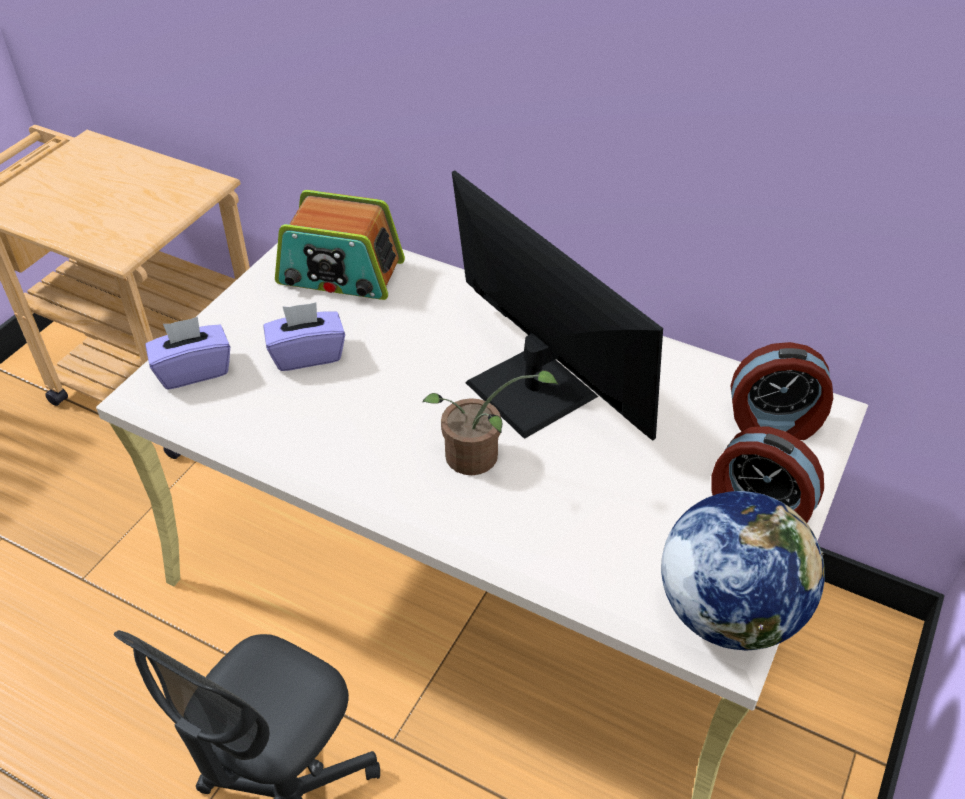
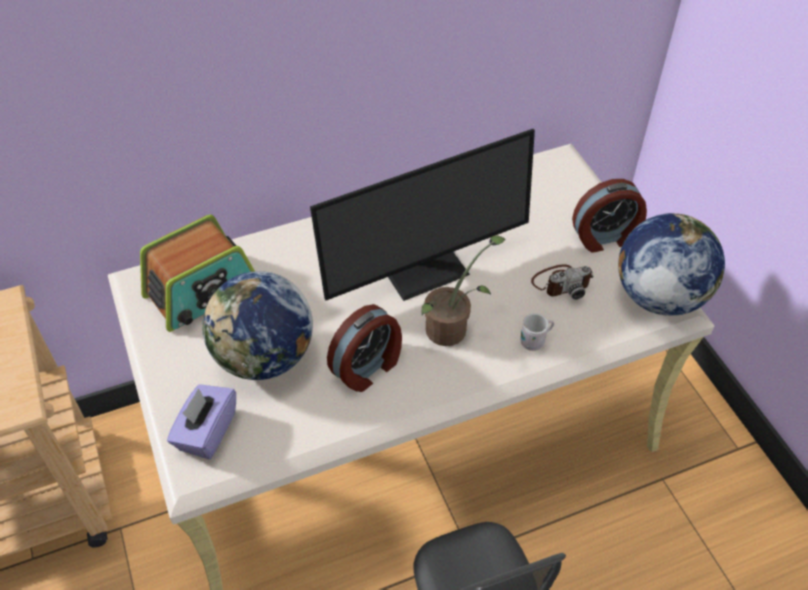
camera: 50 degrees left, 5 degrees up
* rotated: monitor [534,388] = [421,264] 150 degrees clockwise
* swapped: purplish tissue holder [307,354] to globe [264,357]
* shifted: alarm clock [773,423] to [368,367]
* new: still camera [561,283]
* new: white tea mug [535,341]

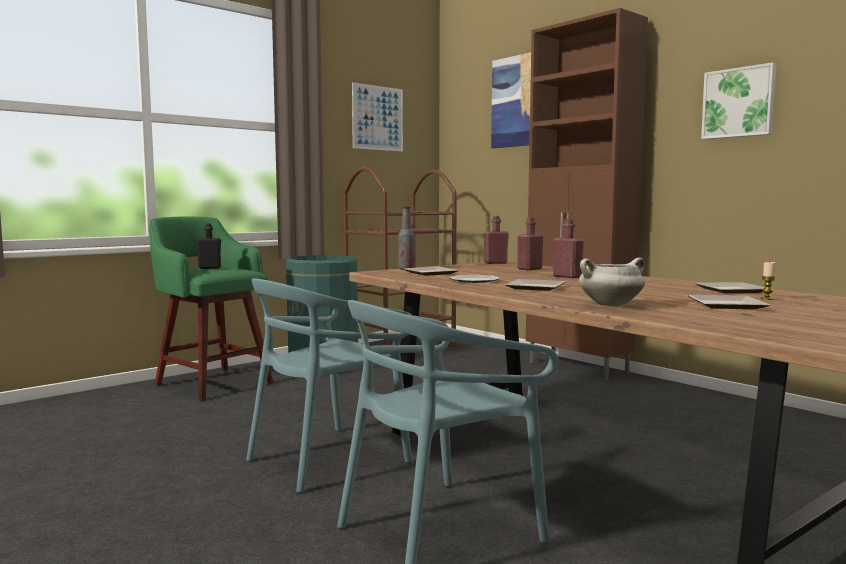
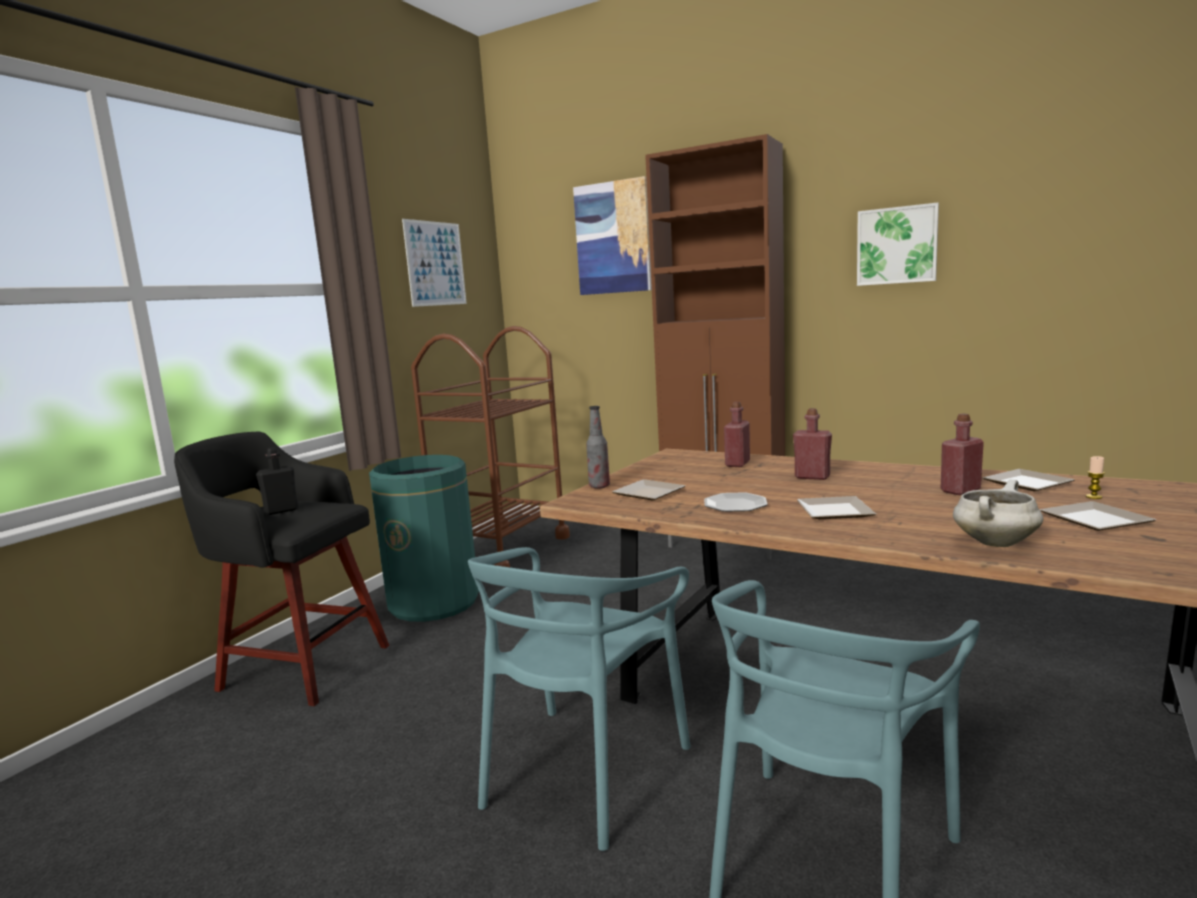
camera: 20 degrees left, 5 degrees up
* shifted: reddish bottle [495,263] to [960,490]
* repainted: green-coloured stool seat [212,383] to blackish stool seat [301,666]

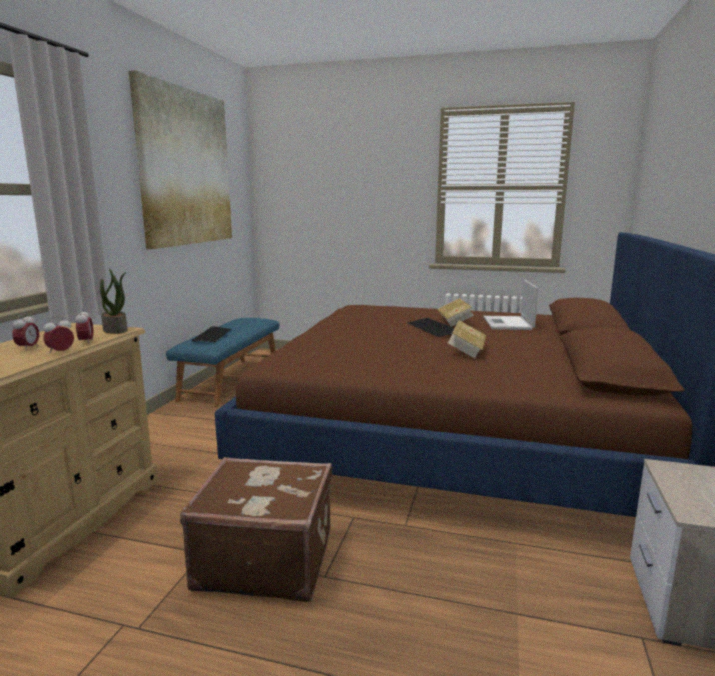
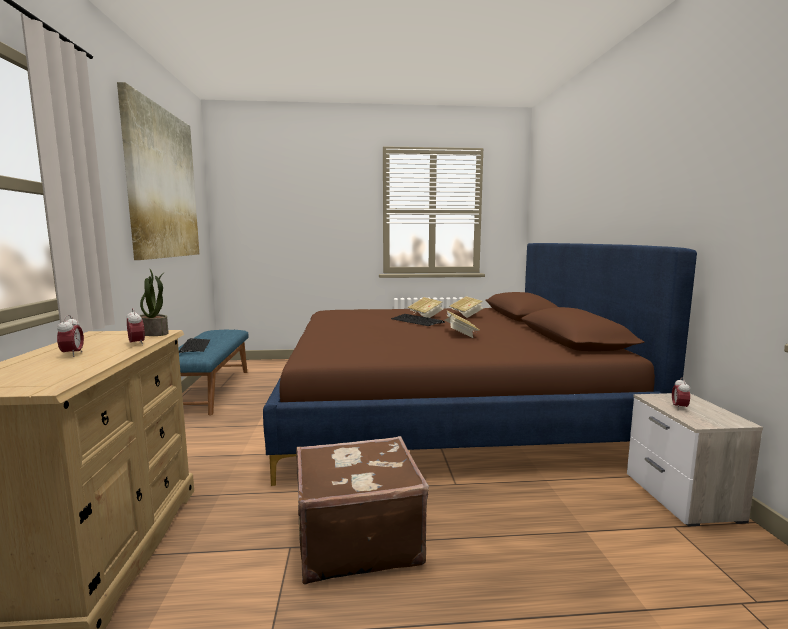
camera: 20 degrees left, 5 degrees down
* swapped: portable computer [508,324] to bound book [466,315]
* shifted: alarm clock [60,352] to [679,408]

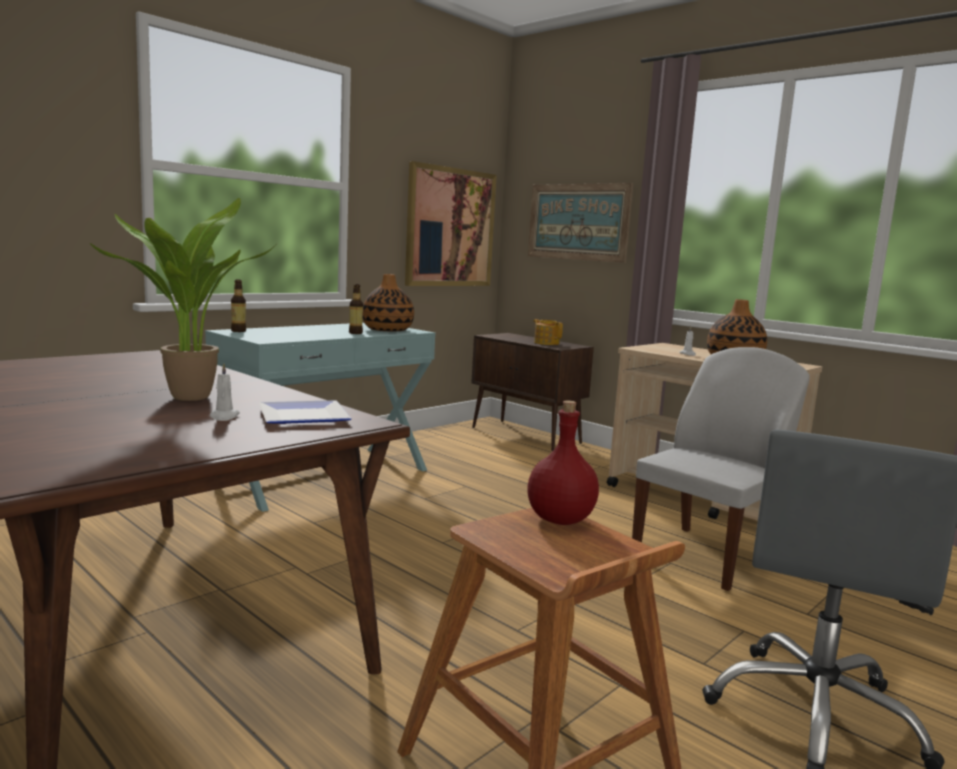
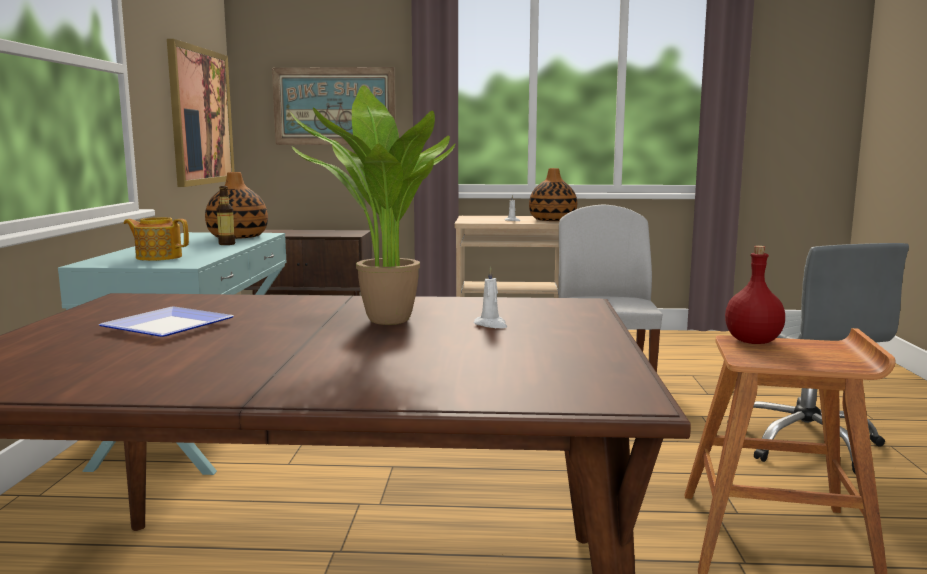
camera: 40 degrees left, 0 degrees up
* gone: bottle [238,331]
* shifted: teapot [546,343] to [158,257]
* shifted: plate [301,417] to [168,328]

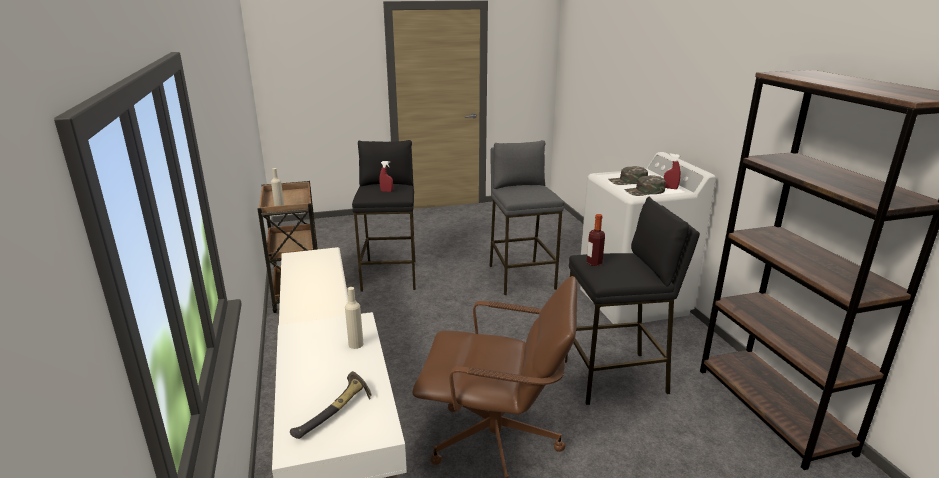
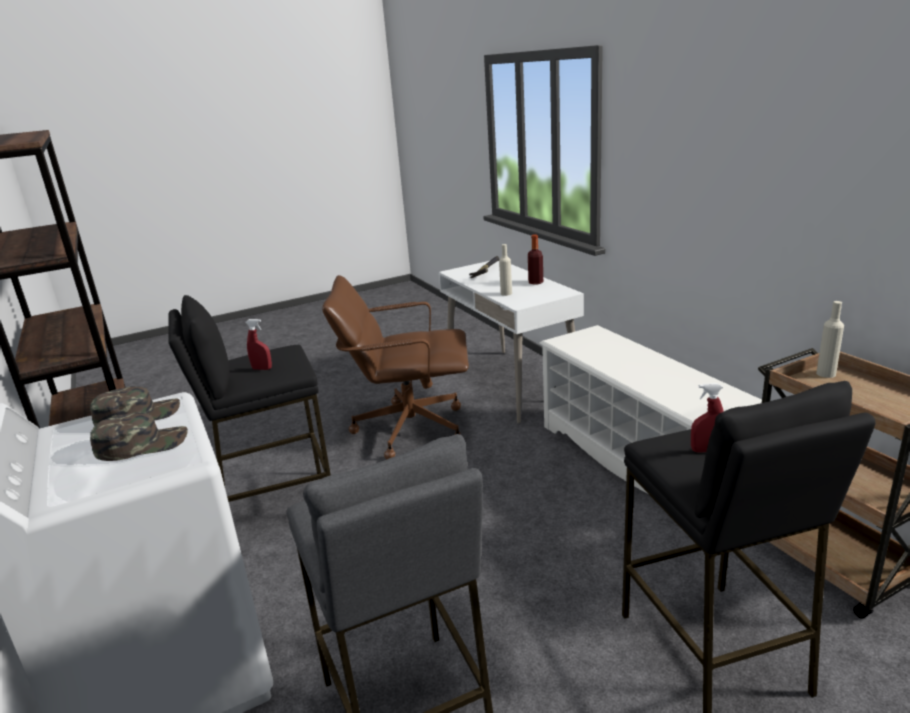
camera: 170 degrees right, 0 degrees up
* shifted: reddish spray bottle [670,188] to [262,369]
* shifted: bottle [594,263] to [535,282]

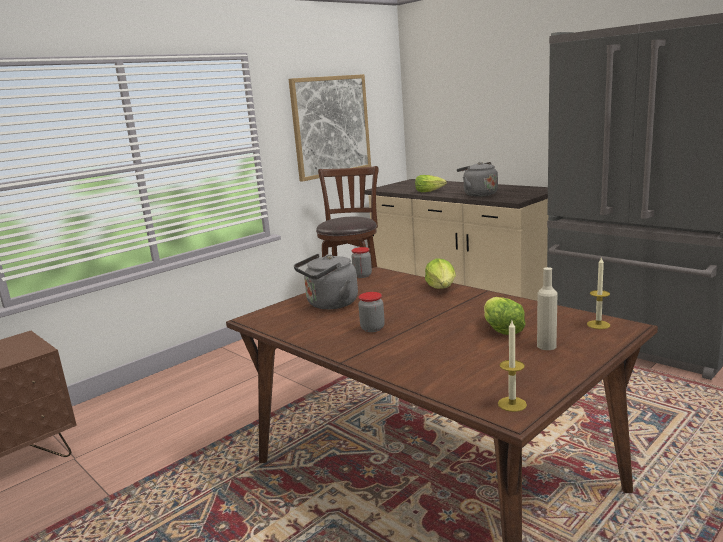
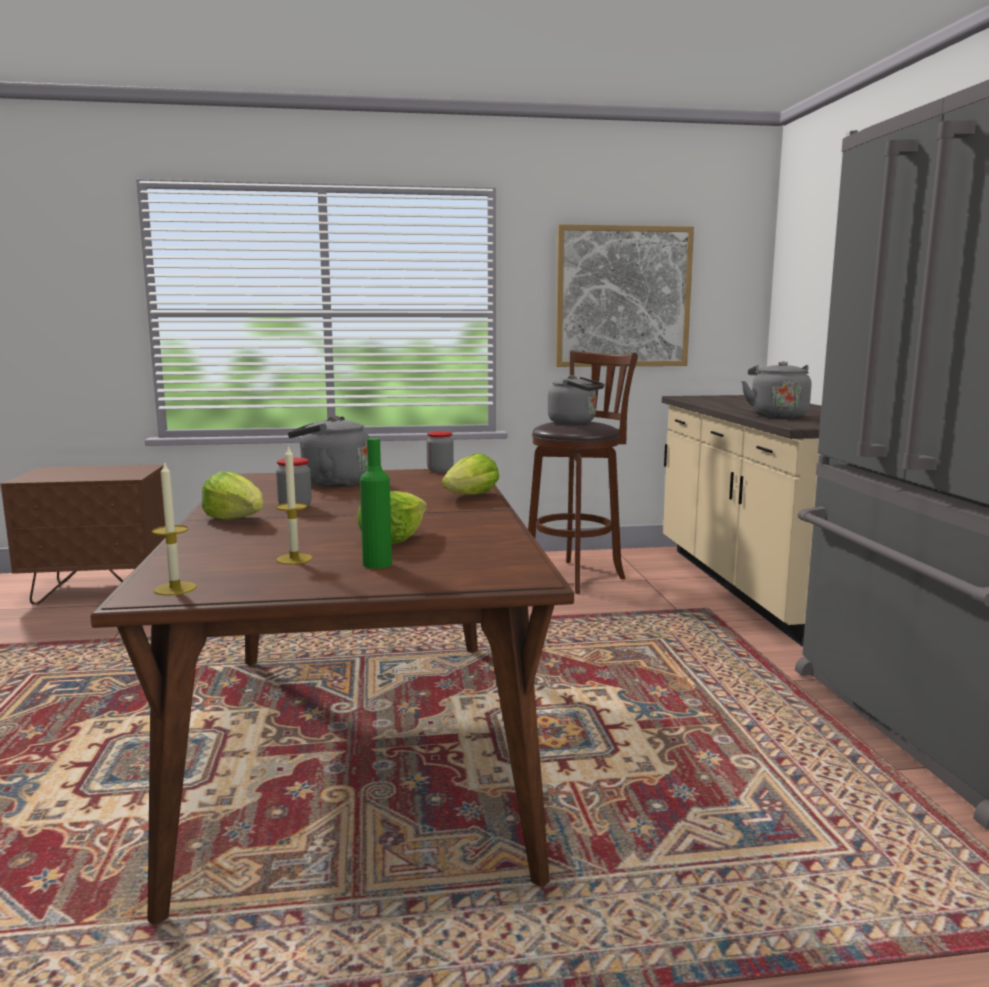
camera: 35 degrees right, 5 degrees down
* shifted: head of lettuce [429,191] to [237,519]
* shifted: candle [598,324] to [294,559]
* repainted: sand-coloured bottle [546,346] to green-coloured bottle [377,564]
* new: grey kettle [575,422]

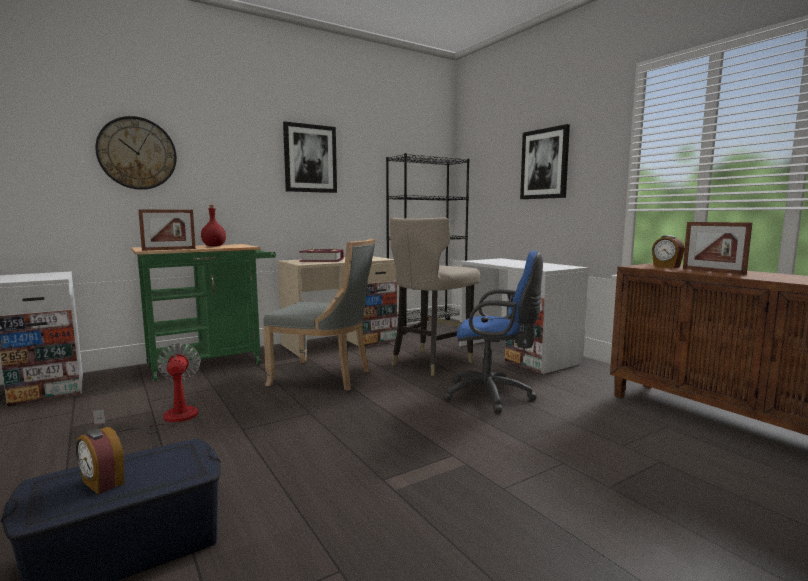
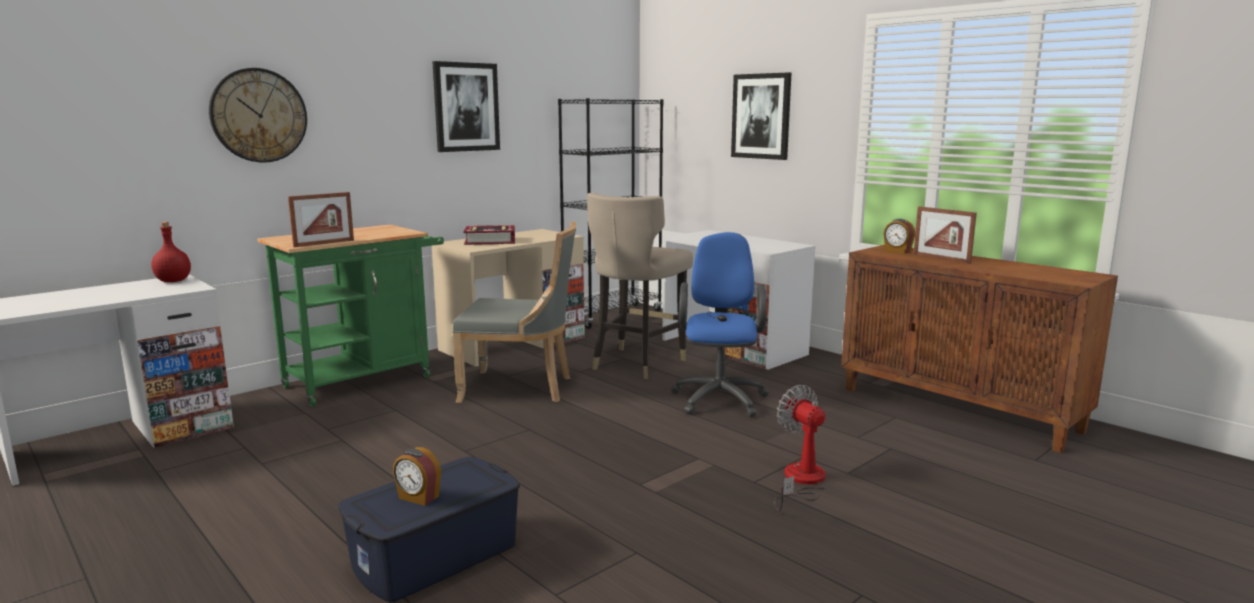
camera: 10 degrees left, 5 degrees up
* shifted: reddish bottle [213,246] to [172,281]
* rotated: blue-coloured computer chair [492,396] = [720,397] 90 degrees counterclockwise
* shifted: cooling fan [168,420] to [801,481]

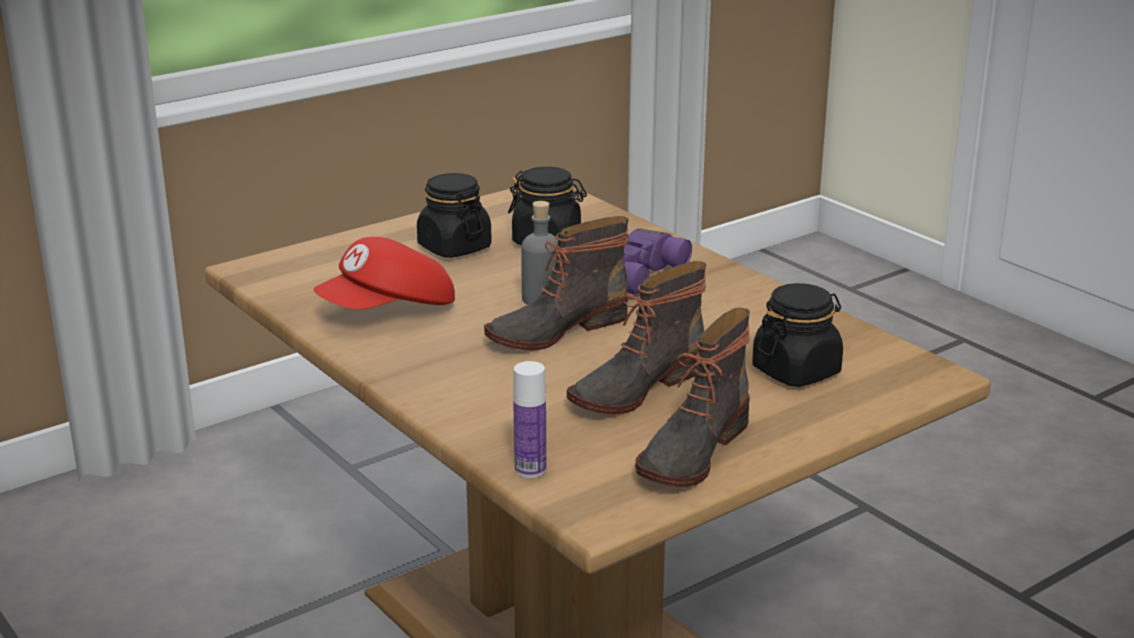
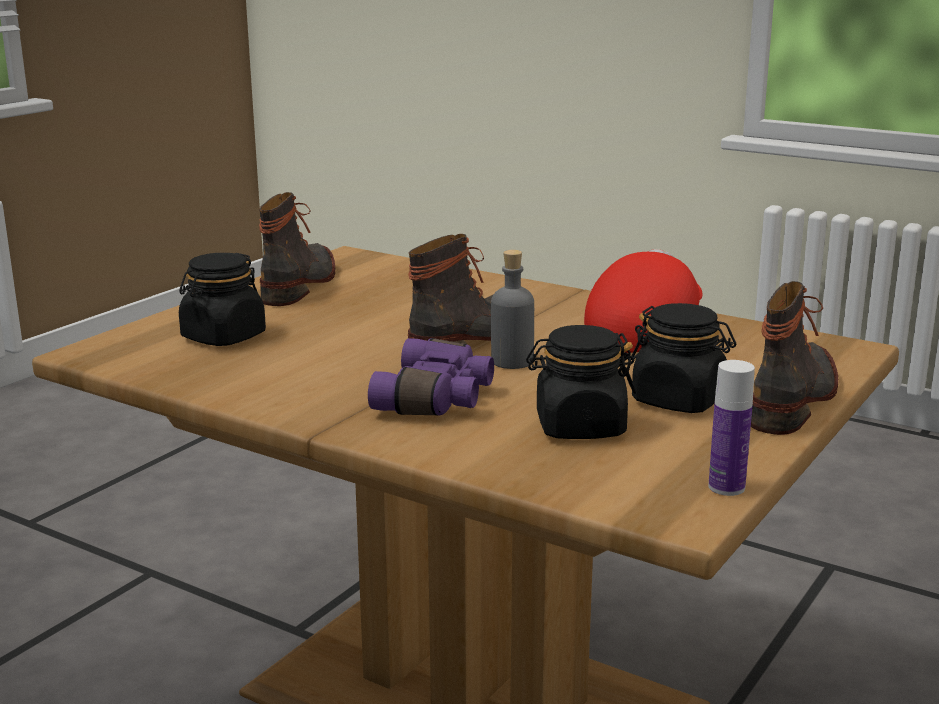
camera: 160 degrees right, 5 degrees down
* shifted: tall boot [634,387] to [794,399]
* shifted: bottle [530,469] to [726,487]

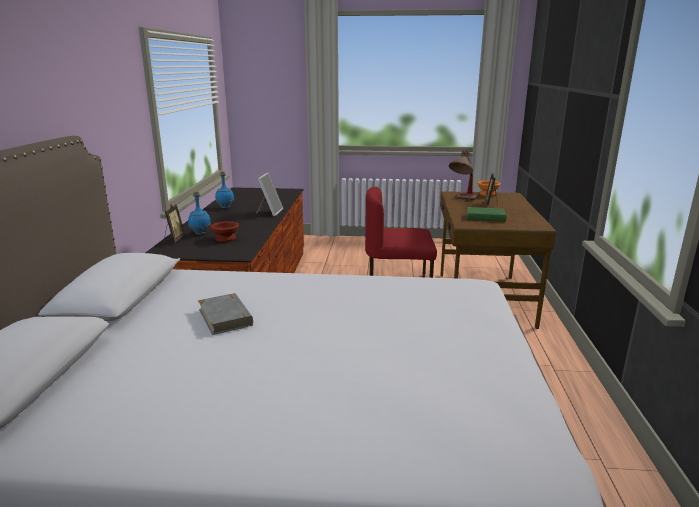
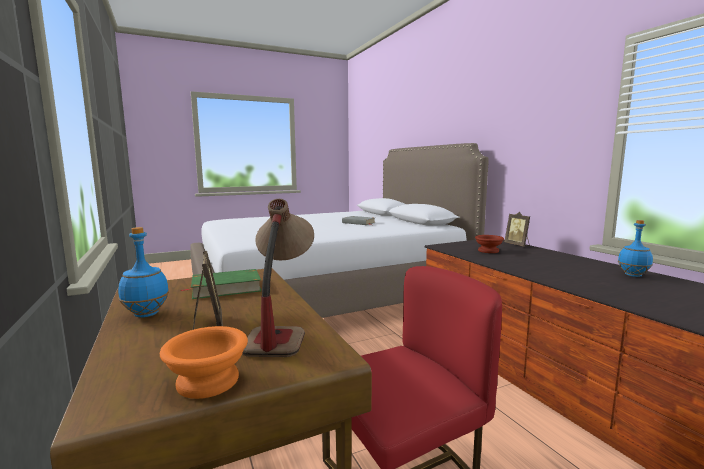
camera: 150 degrees right, 10 degrees down
* gone: picture frame [270,212]
* shifted: blue-coloured bottle [200,233] to [146,314]

